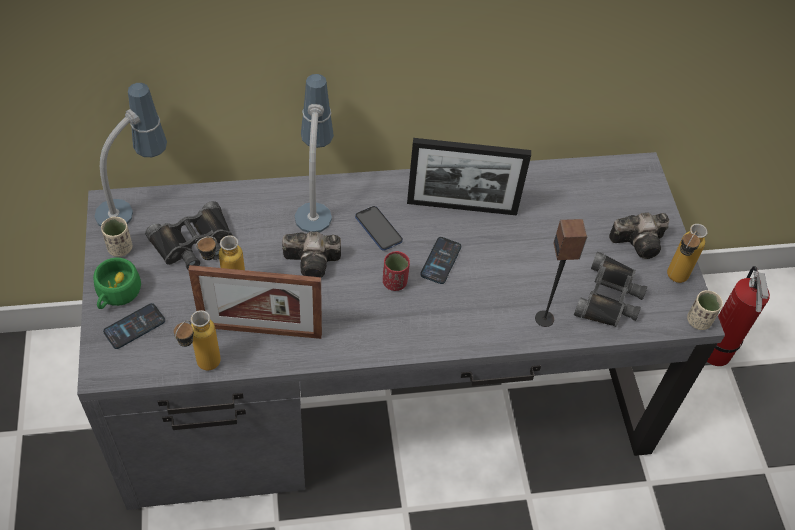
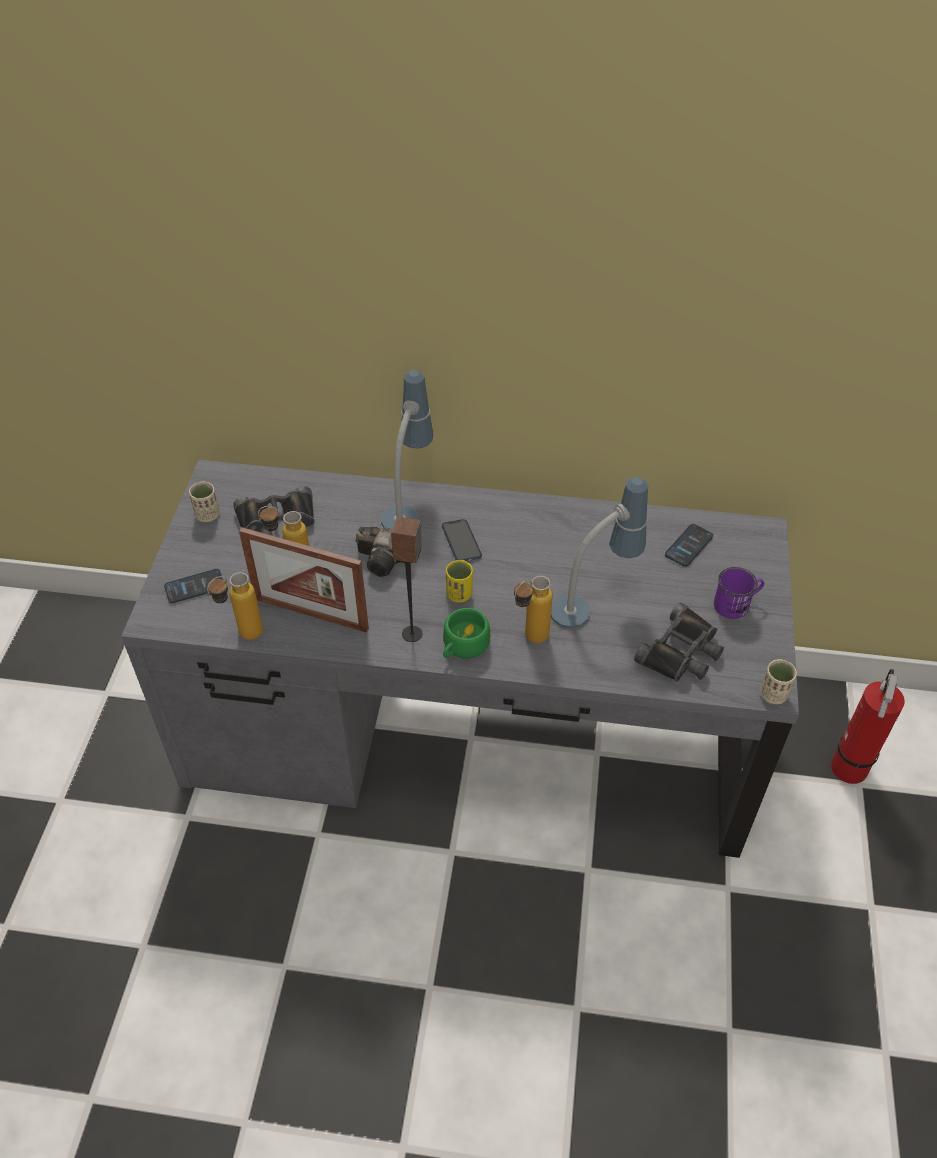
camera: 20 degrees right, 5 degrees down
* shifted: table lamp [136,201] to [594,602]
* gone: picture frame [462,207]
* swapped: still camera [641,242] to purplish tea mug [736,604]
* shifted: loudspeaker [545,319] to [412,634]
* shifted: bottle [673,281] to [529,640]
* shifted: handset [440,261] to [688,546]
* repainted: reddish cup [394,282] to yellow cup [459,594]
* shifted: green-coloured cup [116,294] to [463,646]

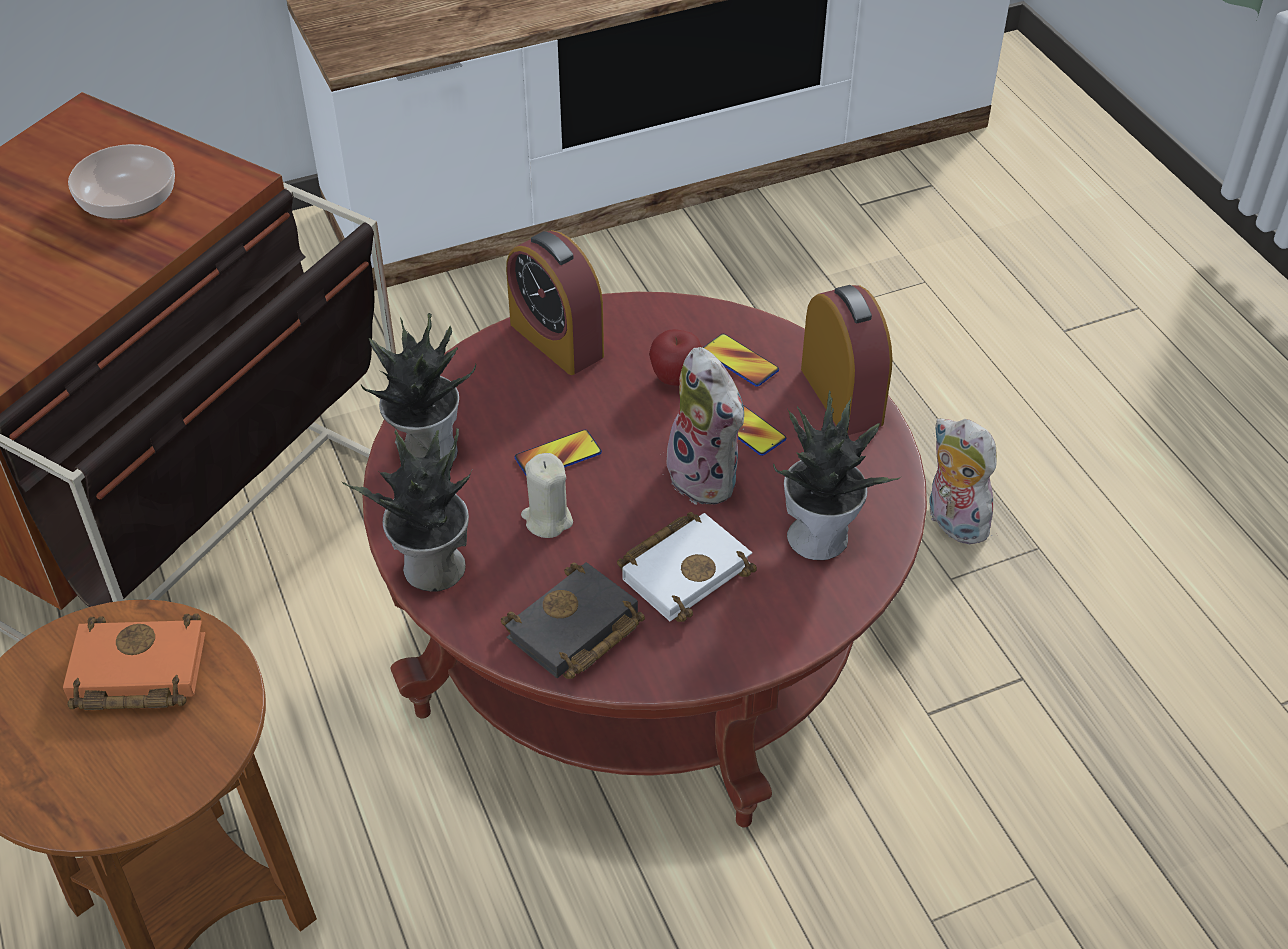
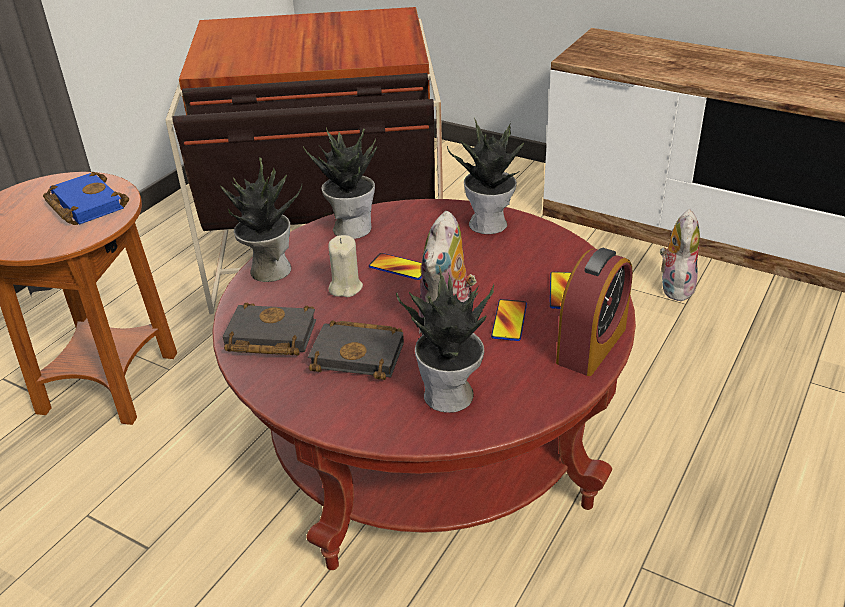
camera: 55 degrees right, 10 degrees down
* gone: serving bowl [127,200]
* swapped: alarm clock [556,340] to houseplant [489,224]
* gone: apple fruit [675,379]
* shifted: cuddly toy [952,522] to [674,286]
* repainted: white bound book [685,569] to blackish bound book [360,354]
* repainted: orange bound book [134,673] to blue-coloured bound book [84,205]

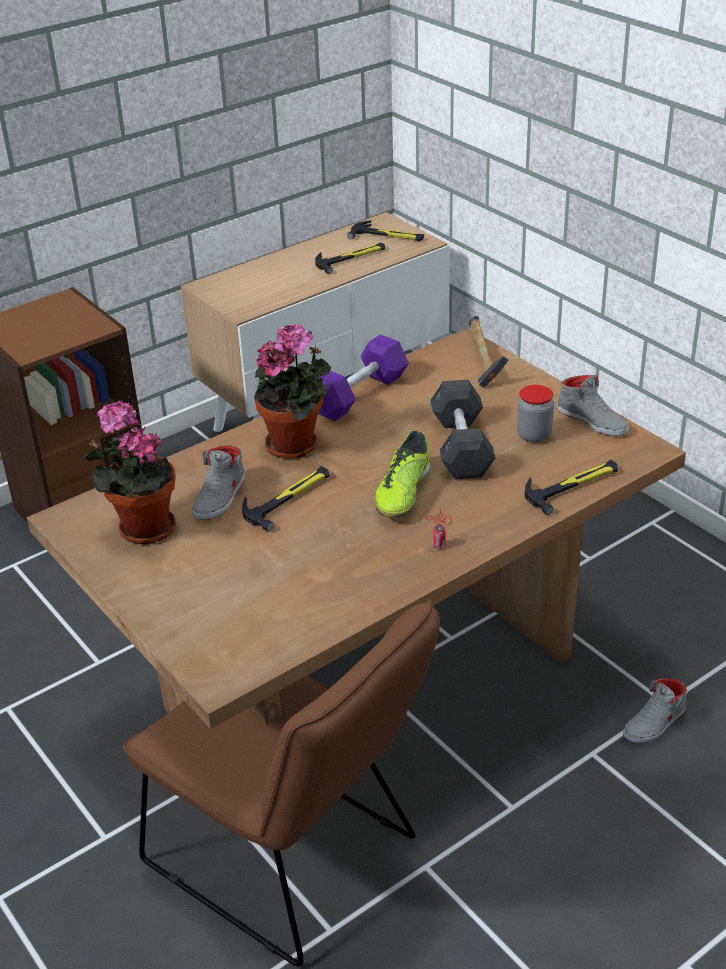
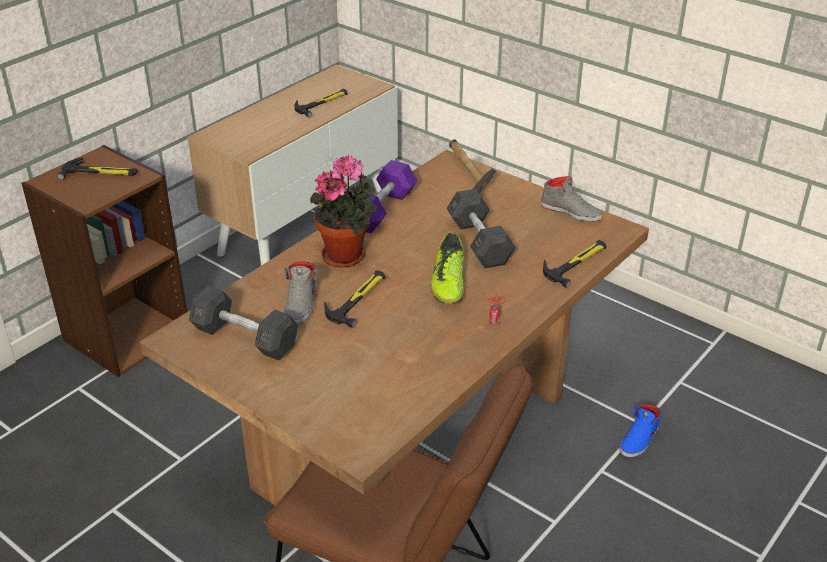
camera: 15 degrees left, 0 degrees up
* shifted: hand hammer [387,236] to [100,173]
* gone: preserve jar [534,435]
* swapped: houseplant [142,528] to grey free weight [245,338]
* repainted: grey low shoe [655,723] to blue-coloured low shoe [639,440]

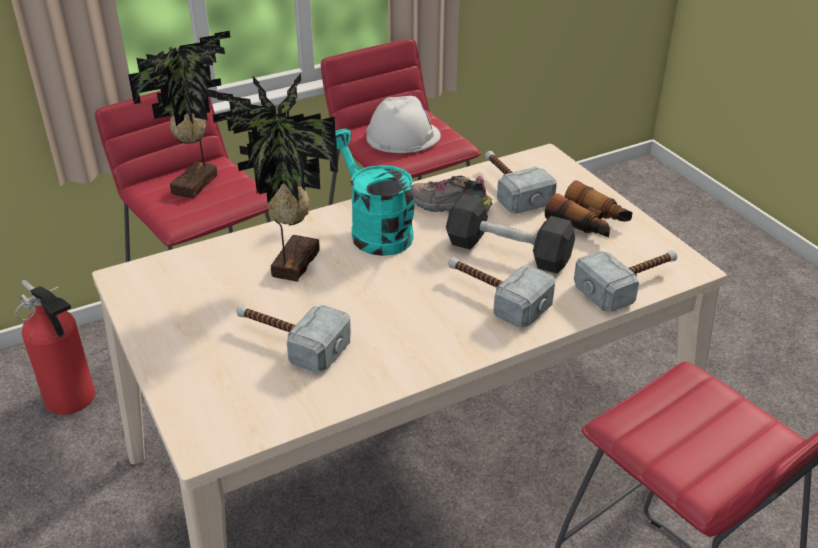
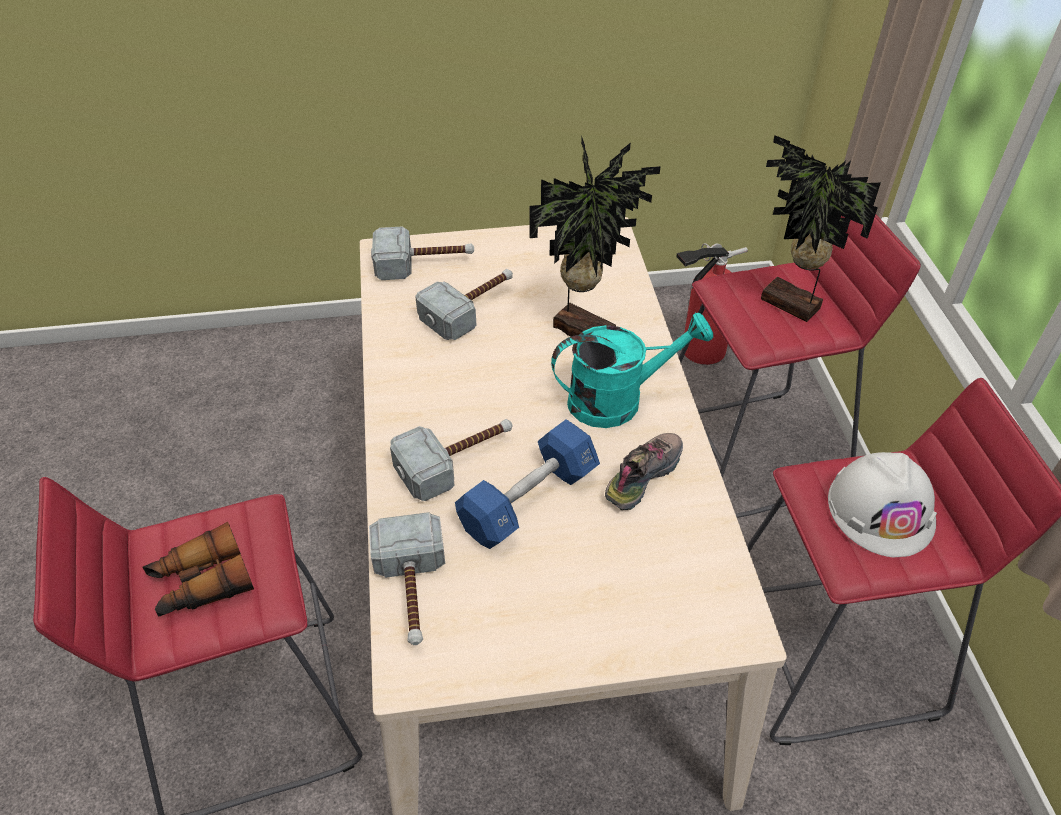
camera: 110 degrees right, 10 degrees up
* shifted: hand hammer [510,188] to [424,263]
* shifted: binoculars [589,223] to [201,583]
* repainted: blackish free weight [508,251] to blue-coloured free weight [528,500]

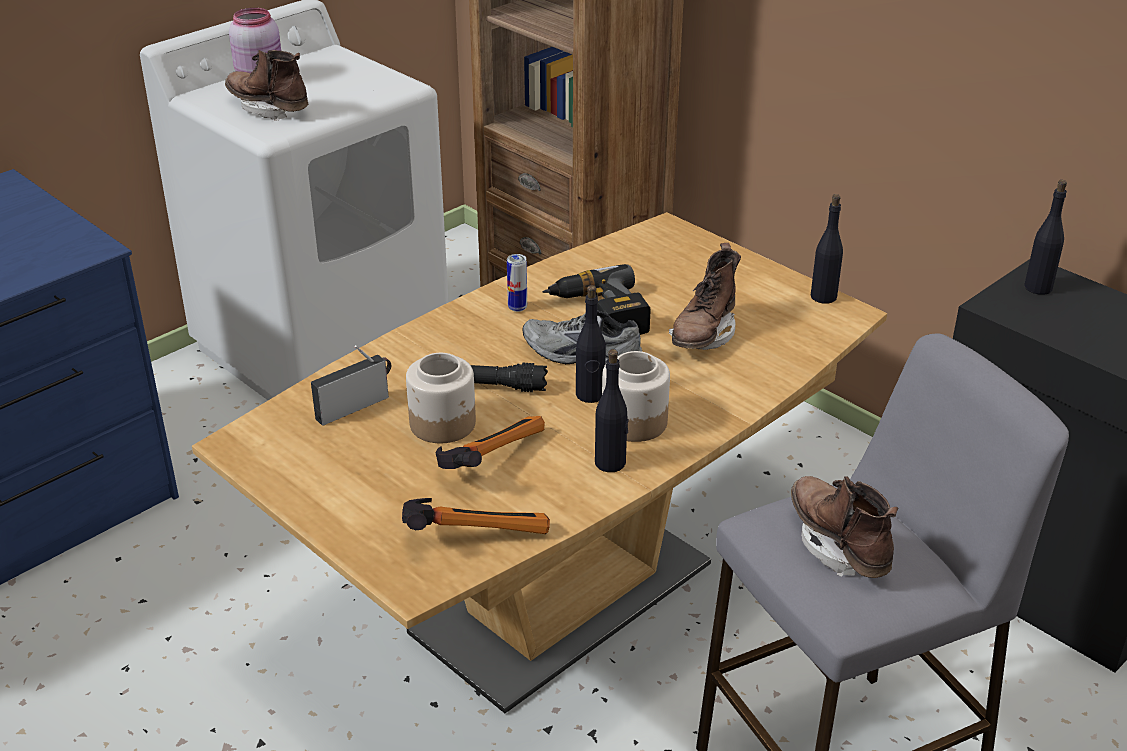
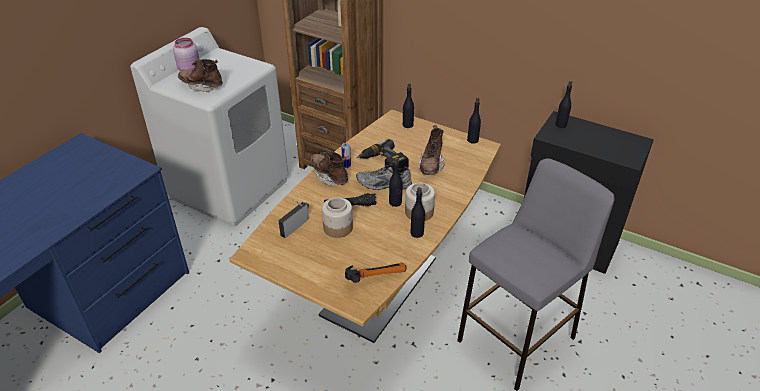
camera: 15 degrees left, 5 degrees up
* gone: hand hammer [488,458]
* shifted: brown-coloured tall boot [838,545] to [329,176]
* new: blackish bottle [407,125]

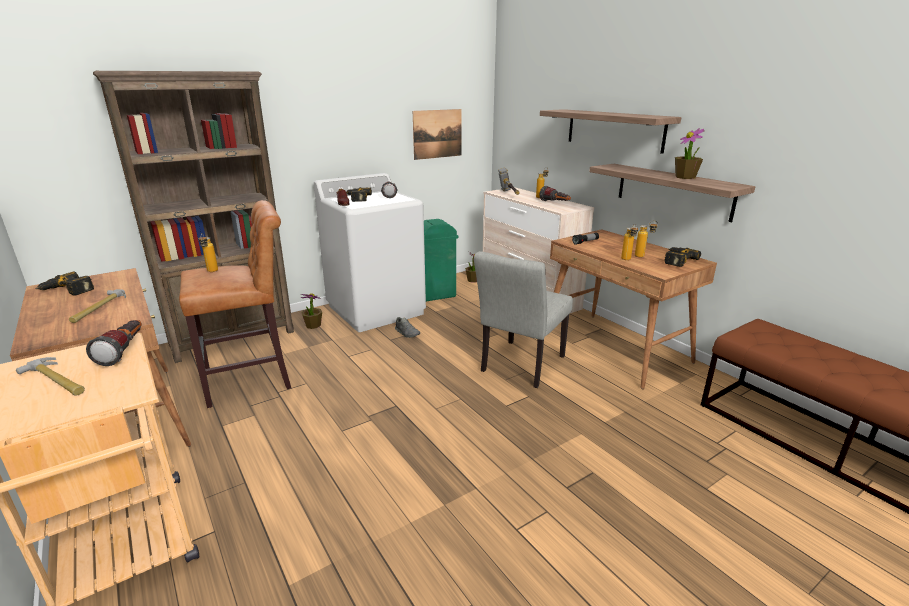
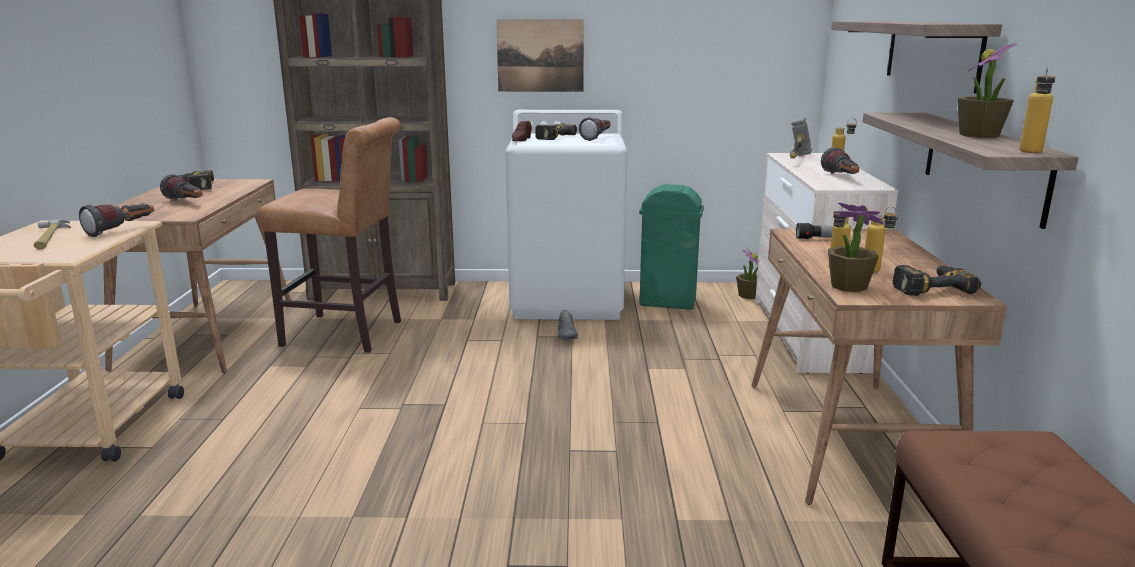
camera: 35 degrees right, 5 degrees down
* shifted: wall art [437,134] to [540,56]
* shifted: bottle [211,272] to [1031,153]
* gone: grey chair [519,366]
* swapped: hand hammer [98,308] to flashlight [187,202]
* shifted: houseplant [313,325] to [848,286]

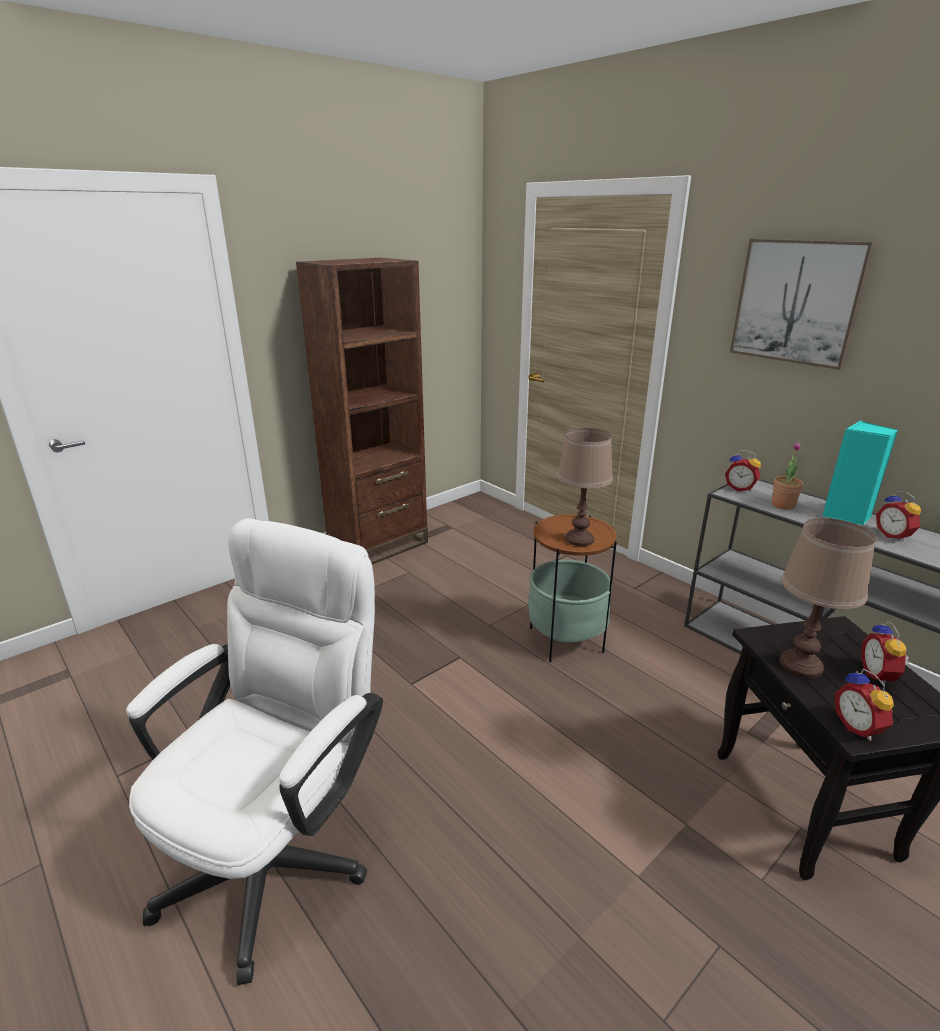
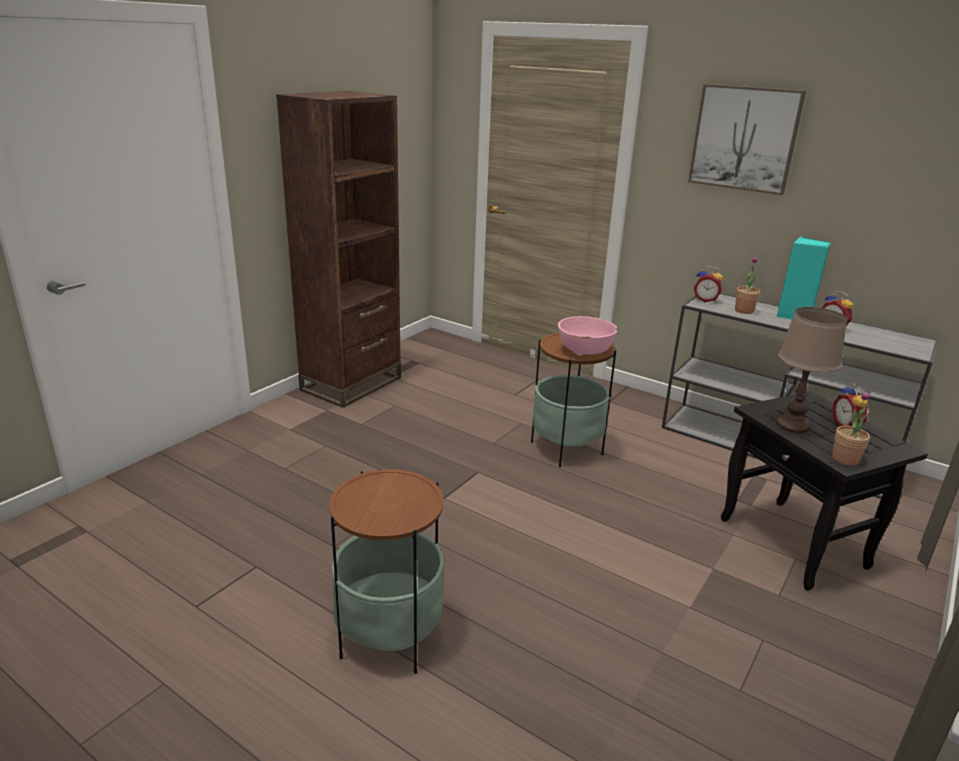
camera: 15 degrees left, 0 degrees up
* swapped: brown-coloured table lamp [580,539] to pink serving bowl [584,351]
* swapped: white computer chair [280,849] to accent table [390,636]
* swapped: alarm clock [859,727] to houseplant [845,459]

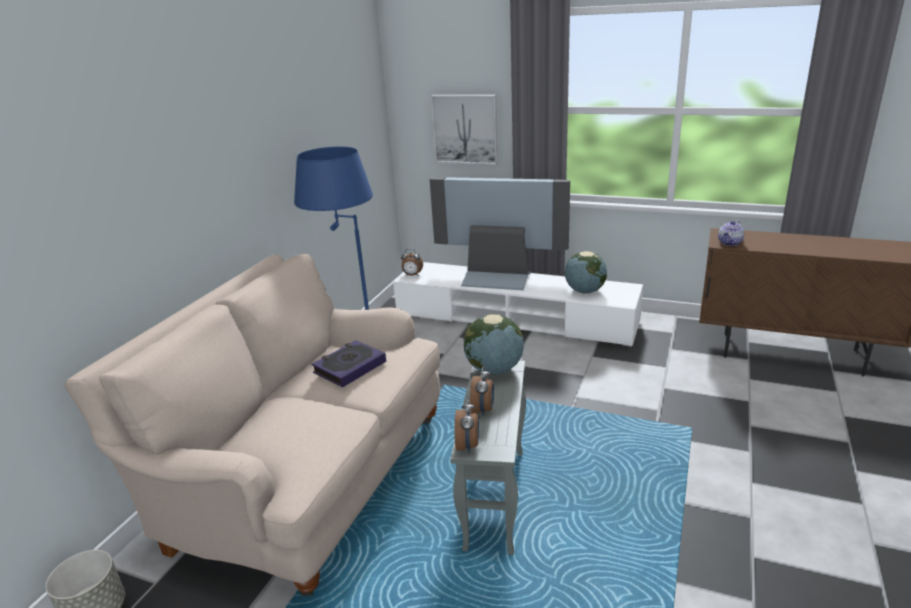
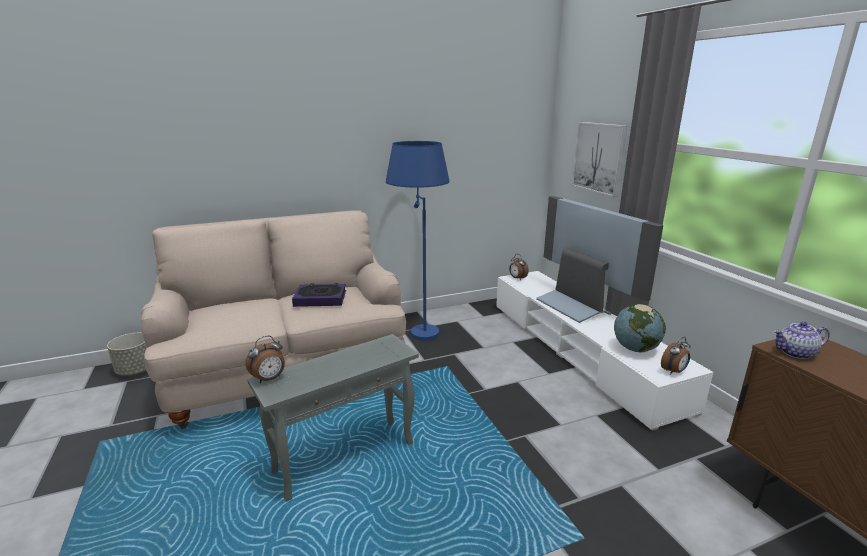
camera: 45 degrees right, 5 degrees down
* gone: globe [494,370]
* shifted: alarm clock [483,410] to [674,371]

